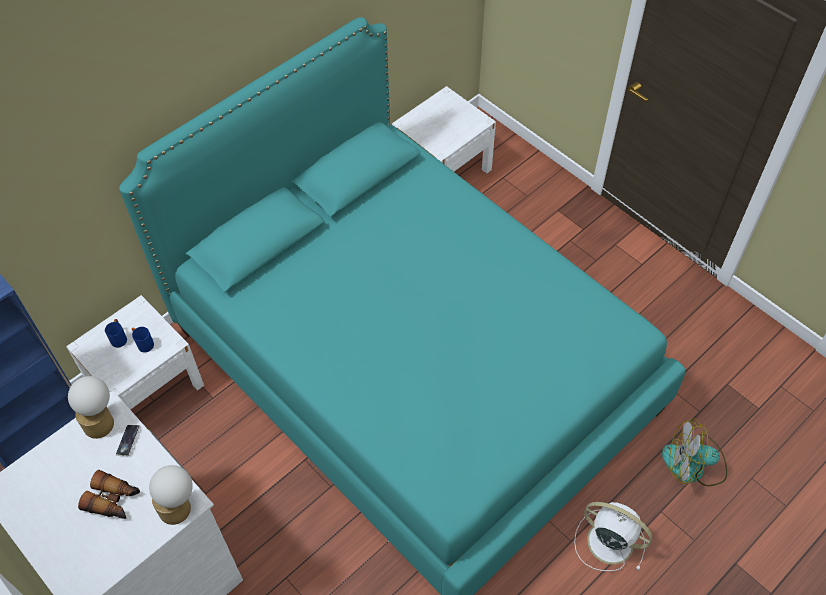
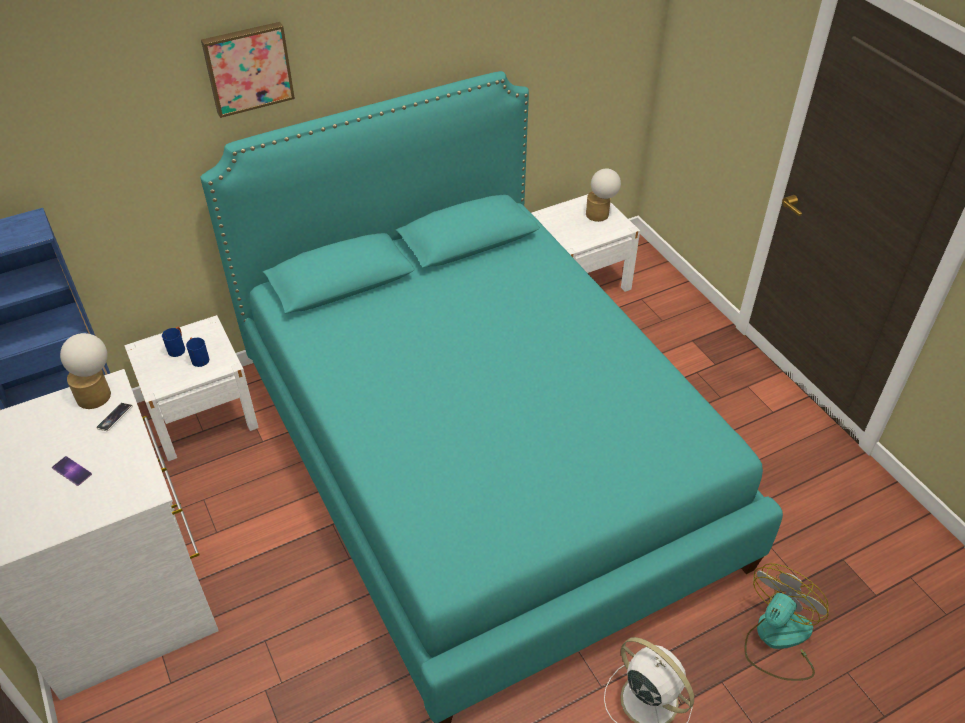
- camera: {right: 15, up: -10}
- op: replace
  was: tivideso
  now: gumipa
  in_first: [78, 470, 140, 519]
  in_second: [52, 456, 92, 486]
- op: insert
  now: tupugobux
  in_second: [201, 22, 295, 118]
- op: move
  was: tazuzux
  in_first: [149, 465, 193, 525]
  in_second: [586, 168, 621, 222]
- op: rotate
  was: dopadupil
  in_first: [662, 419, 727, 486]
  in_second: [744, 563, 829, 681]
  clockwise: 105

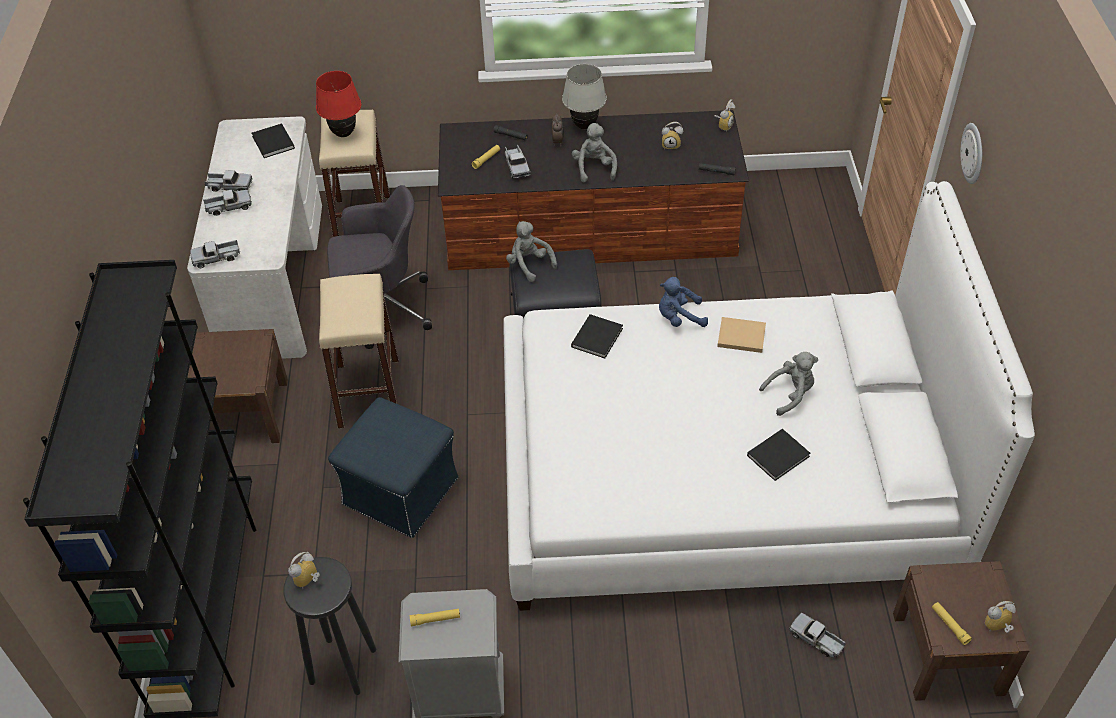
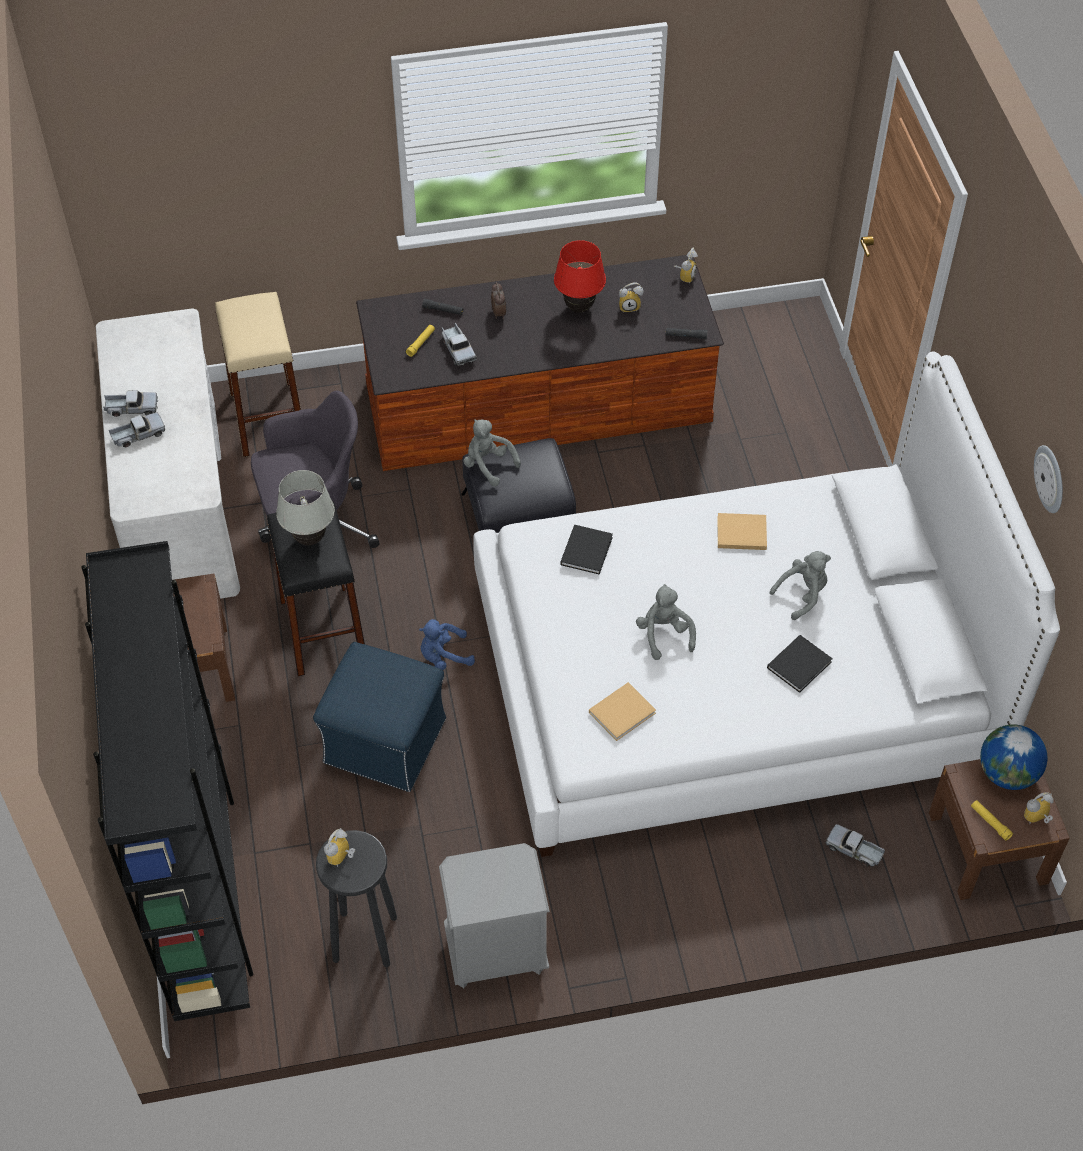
- camera: {right: -10, up: 5}
- op: recolor
  was: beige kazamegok
  now: black kazamegok
  in_first: [319, 274, 399, 428]
  in_second: [267, 501, 365, 676]
- op: move
  was: white tazuzux
  in_first: [562, 64, 607, 130]
  in_second: [276, 470, 335, 546]
- op: move
  was: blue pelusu
  in_first: [659, 277, 708, 327]
  in_second: [419, 619, 475, 670]
- op: move
  was: red tazuzux
  in_first: [316, 71, 361, 137]
  in_second: [554, 240, 606, 313]
- op: insert
  now: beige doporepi
  in_second: [589, 682, 656, 741]
- op: move
  was: grey pelusu
  in_first: [572, 123, 617, 182]
  in_second: [636, 584, 696, 660]
- op: insert
  now: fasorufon
  in_second: [980, 724, 1047, 790]
- op: move
  was: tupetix
  in_first: [960, 123, 982, 184]
  in_second: [1034, 445, 1063, 513]
- op: delete
  was: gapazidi
  in_first: [190, 240, 240, 268]
- op: delete
  was: black doporepi
  in_first: [252, 124, 295, 158]
- op: delete
  was: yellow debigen
  in_first: [410, 609, 460, 626]

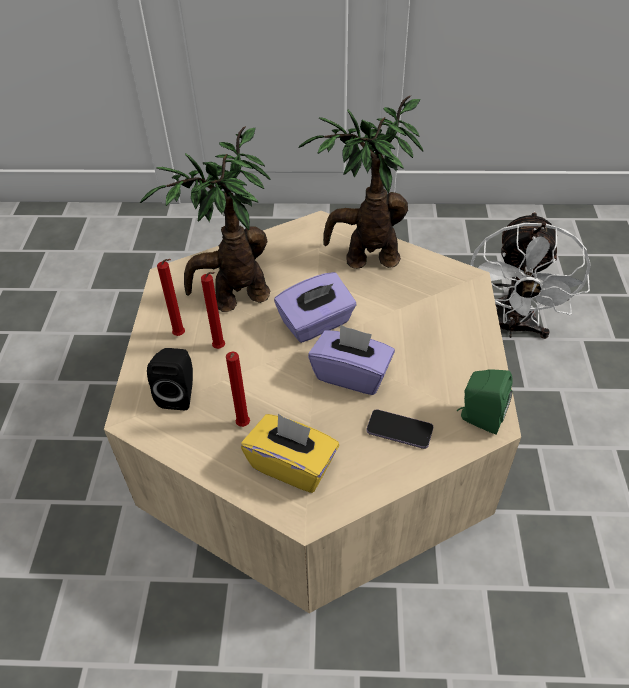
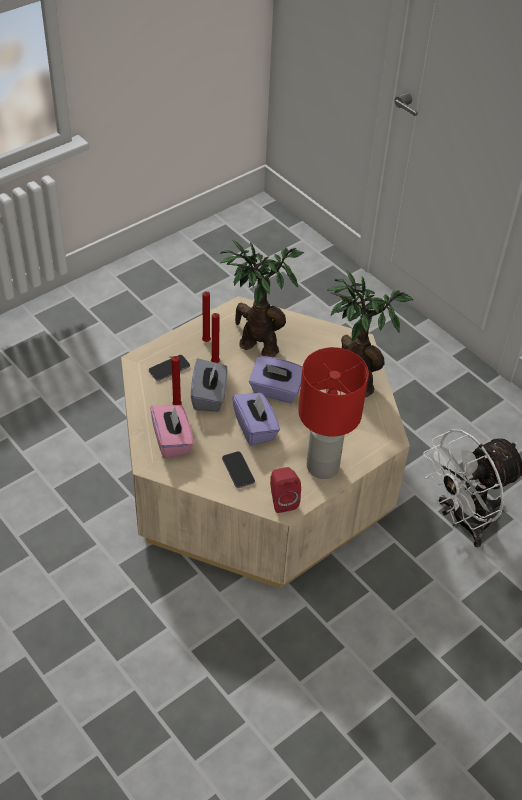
- camera: {right: 45, up: 0}
- op: replace
  was: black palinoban
  now: gumipa
  in_first: [147, 348, 193, 410]
  in_second: [149, 355, 190, 381]
- op: recolor
  was: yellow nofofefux
  now: pink nofofefux
  in_first: [241, 413, 339, 493]
  in_second: [150, 404, 194, 458]
- op: insert
  now: grey nofofefux
  in_second: [191, 359, 228, 412]
- op: recolor
  was: green palinoban
  now: red palinoban
  in_first: [457, 369, 513, 435]
  in_second: [270, 467, 301, 513]
- op: insert
  now: red tazuzux
  in_second: [298, 347, 369, 479]

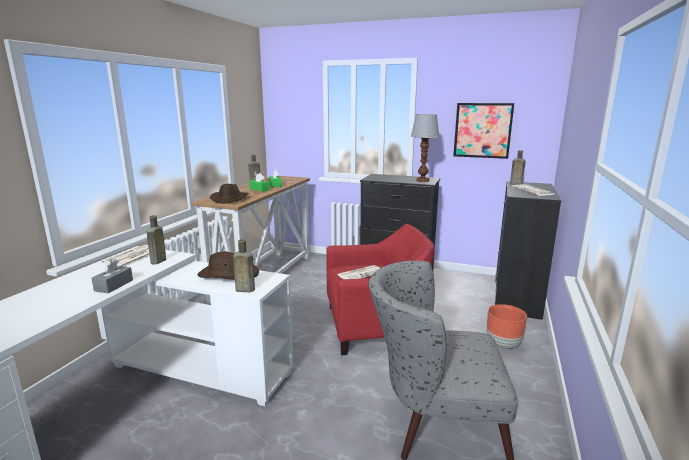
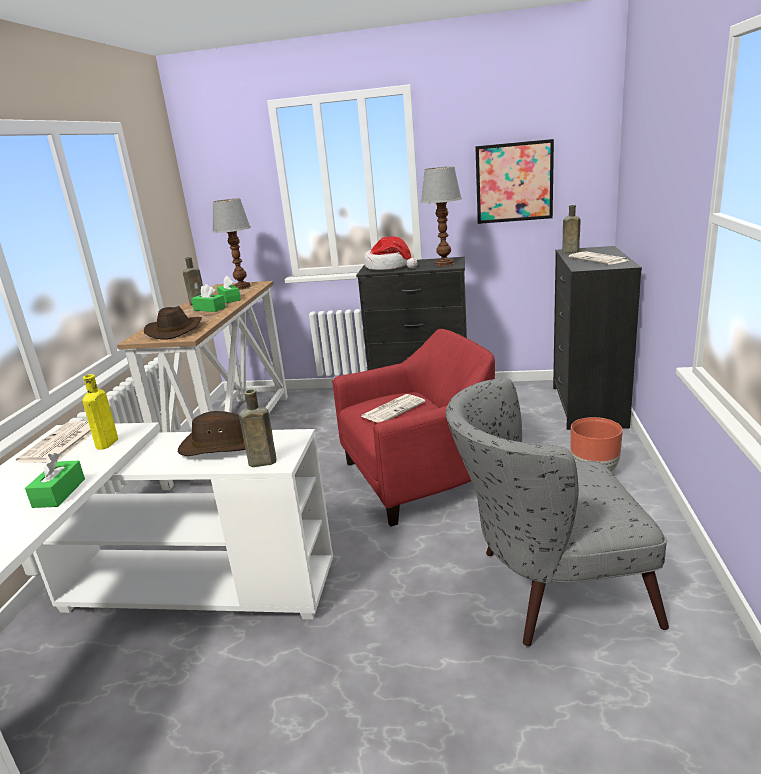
- camera: {right: -10, up: 5}
- op: recolor
  was: grey nofofefux
  now: green nofofefux
  in_first: [91, 259, 133, 293]
  in_second: [25, 453, 85, 508]
- op: recolor
  was: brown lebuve
  now: yellow lebuve
  in_first: [146, 215, 166, 264]
  in_second: [82, 374, 118, 450]
- op: insert
  now: tazuzux
  in_second: [213, 199, 251, 289]
- op: insert
  now: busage
  in_second: [364, 236, 418, 270]

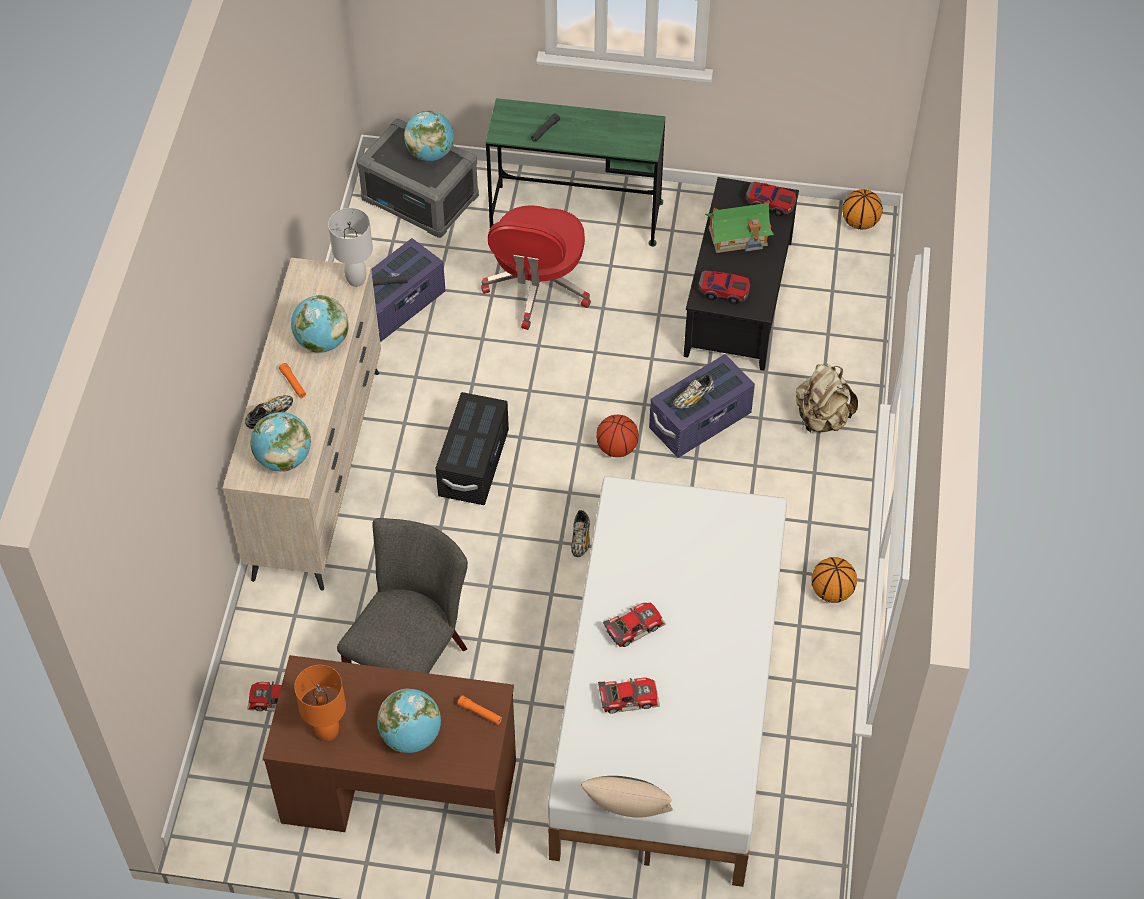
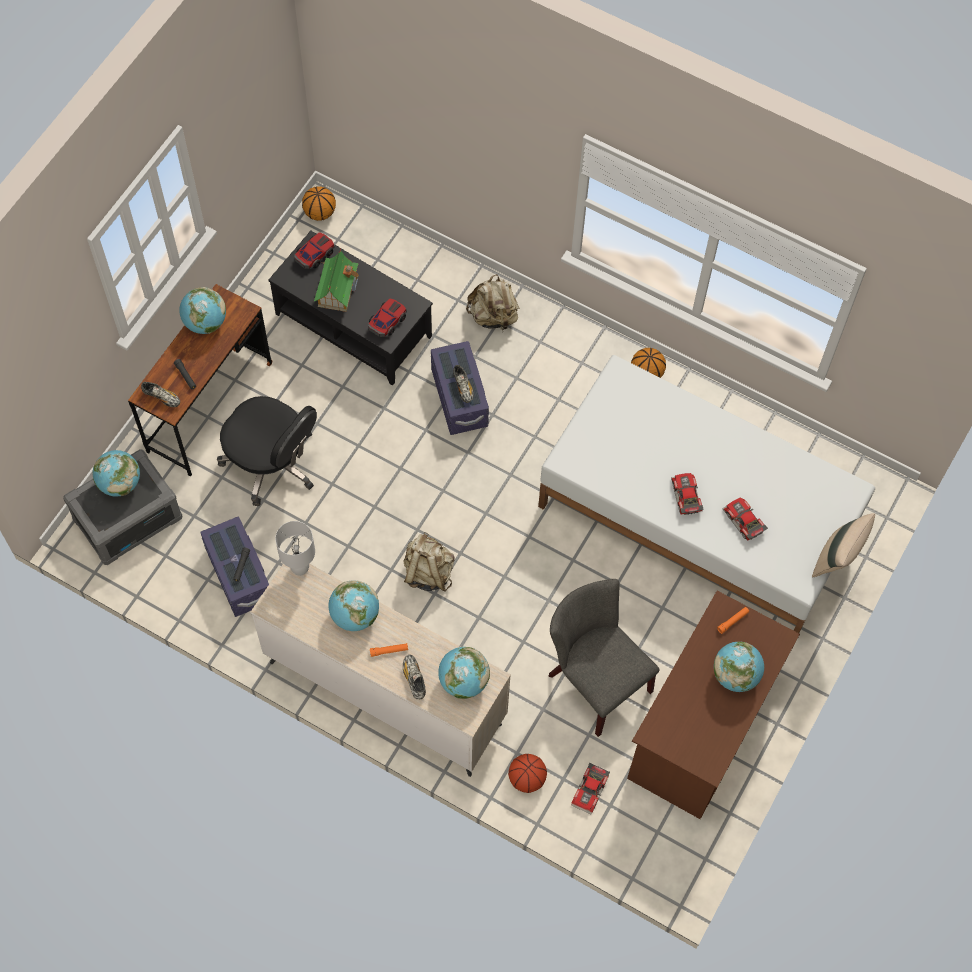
- camera: {right: -70, up: 10}
- op: recolor
  was: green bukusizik
  now: brown bukusizik
  in_first: [486, 98, 666, 247]
  in_second: [128, 284, 273, 477]
- op: move
  was: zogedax
  in_first: [571, 510, 590, 557]
  in_second: [141, 382, 180, 407]
- op: insert
  now: fasorufon
  in_second: [179, 287, 226, 334]
- op: recolor
  was: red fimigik
  now: black fimigik
  in_first: [481, 205, 591, 330]
  in_second: [217, 396, 317, 506]
- op: replace
  was: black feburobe
  now: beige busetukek
  in_first: [436, 392, 509, 505]
  in_second: [403, 532, 455, 592]
- op: move
  was: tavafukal
  in_first: [596, 415, 639, 457]
  in_second: [508, 754, 547, 793]
- op: rotate
  was: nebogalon
  in_first: [598, 678, 660, 714]
  in_second: [722, 498, 768, 541]
  clockwise: -45
- op: delete
  was: orange tazuzux
  in_first: [294, 665, 346, 741]

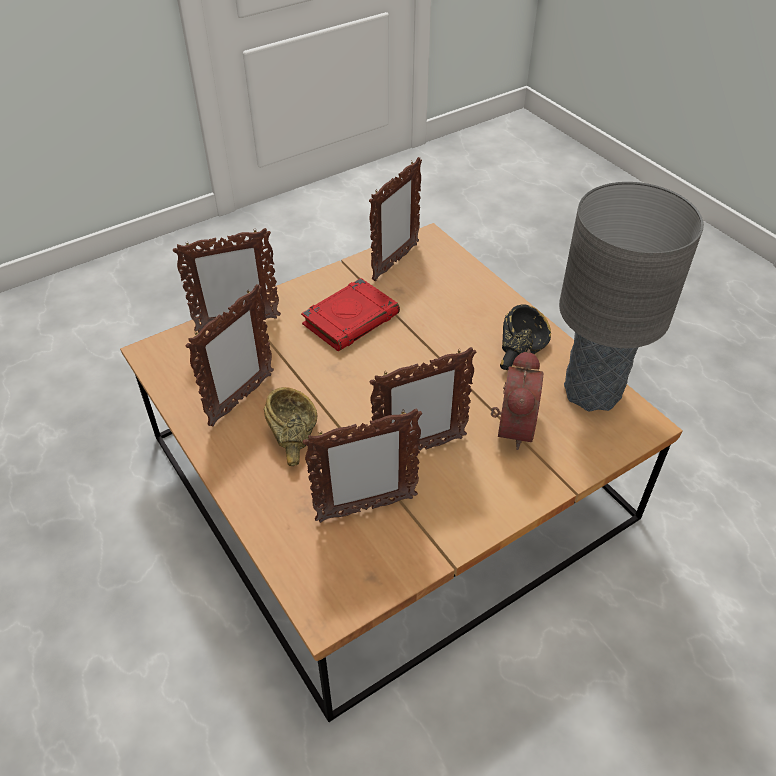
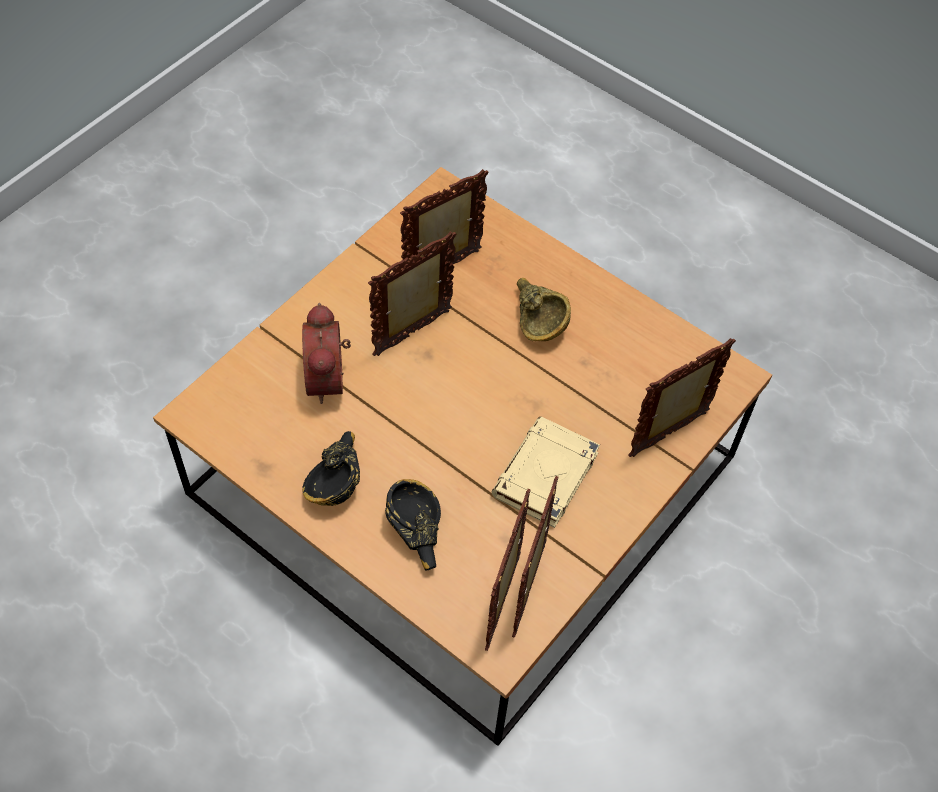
- camera: {right: 160, up: 10}
- op: insert
  now: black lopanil
  in_second: [385, 479, 441, 571]
- op: move
  was: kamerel
  in_first: [185, 284, 274, 427]
  in_second: [485, 489, 531, 651]
- op: recolor
  was: red doporepi
  now: beige doporepi
  in_first: [301, 278, 400, 351]
  in_second: [492, 417, 600, 528]
- op: delete
  was: grey tazuzux
  in_first: [559, 182, 704, 411]

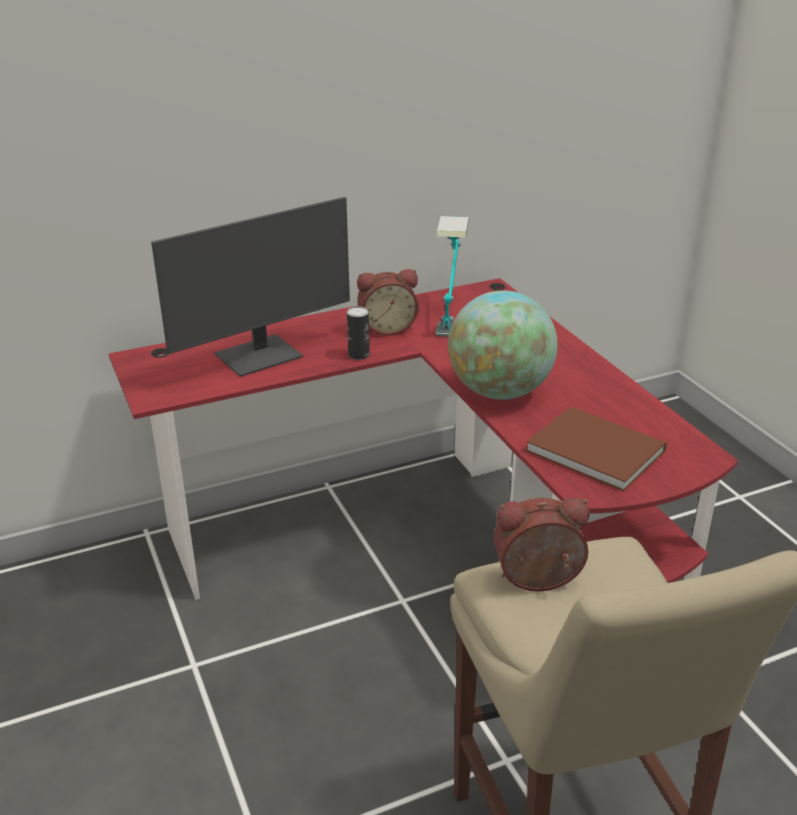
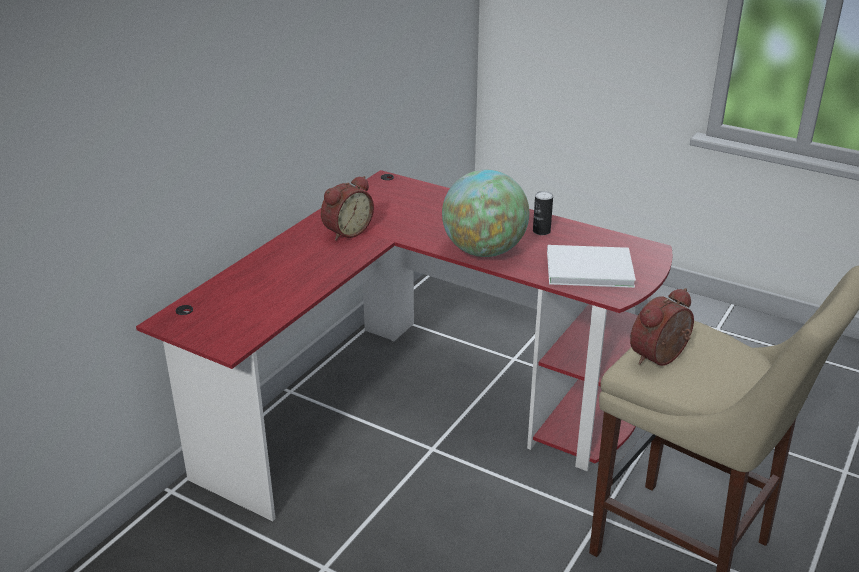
- camera: {right: -35, up: 0}
- op: move
  was: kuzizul
  in_first: [347, 306, 370, 360]
  in_second: [533, 191, 553, 235]
- op: recolor
  was: brown doporepi
  now: white doporepi
  in_first: [526, 407, 667, 491]
  in_second: [547, 245, 636, 288]
- op: delete
  was: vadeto
  in_first: [151, 197, 350, 377]
- op: delete
  was: tazuzux
  in_first: [436, 216, 469, 336]

